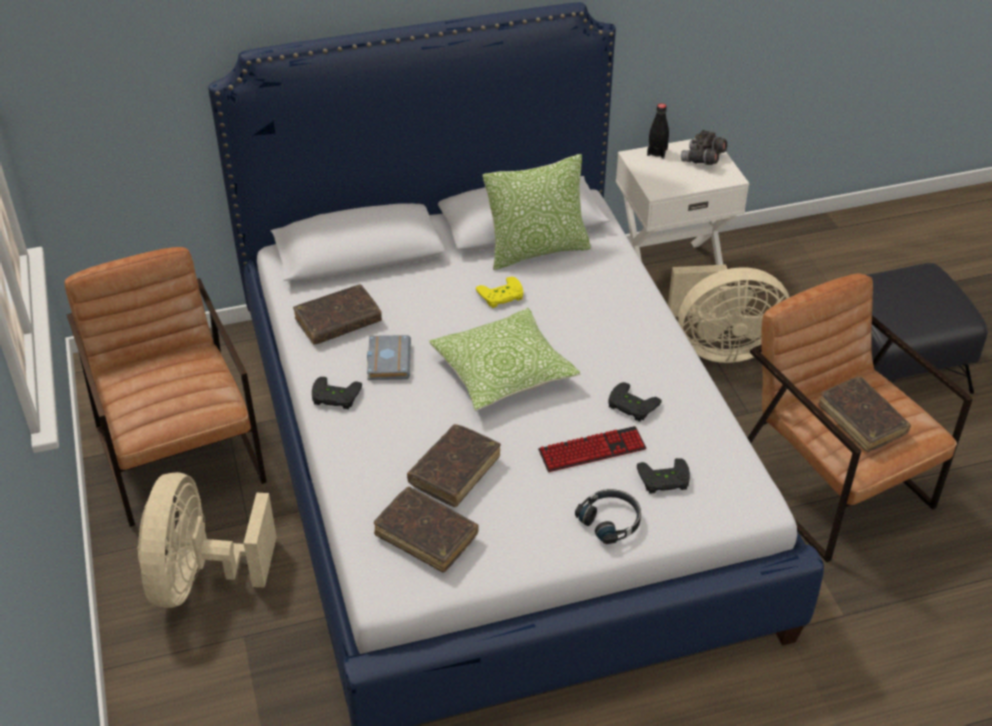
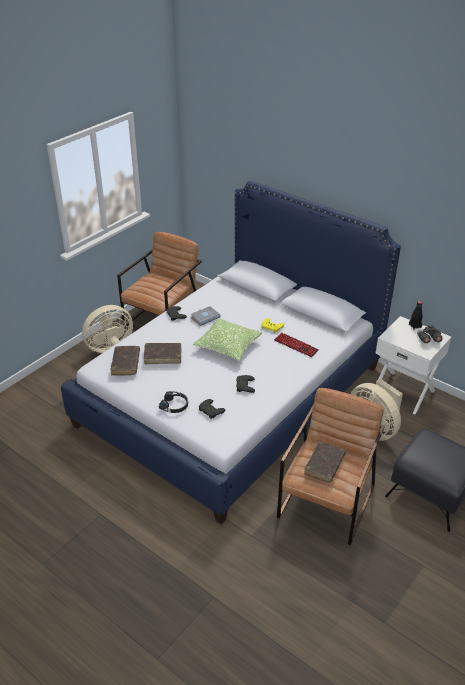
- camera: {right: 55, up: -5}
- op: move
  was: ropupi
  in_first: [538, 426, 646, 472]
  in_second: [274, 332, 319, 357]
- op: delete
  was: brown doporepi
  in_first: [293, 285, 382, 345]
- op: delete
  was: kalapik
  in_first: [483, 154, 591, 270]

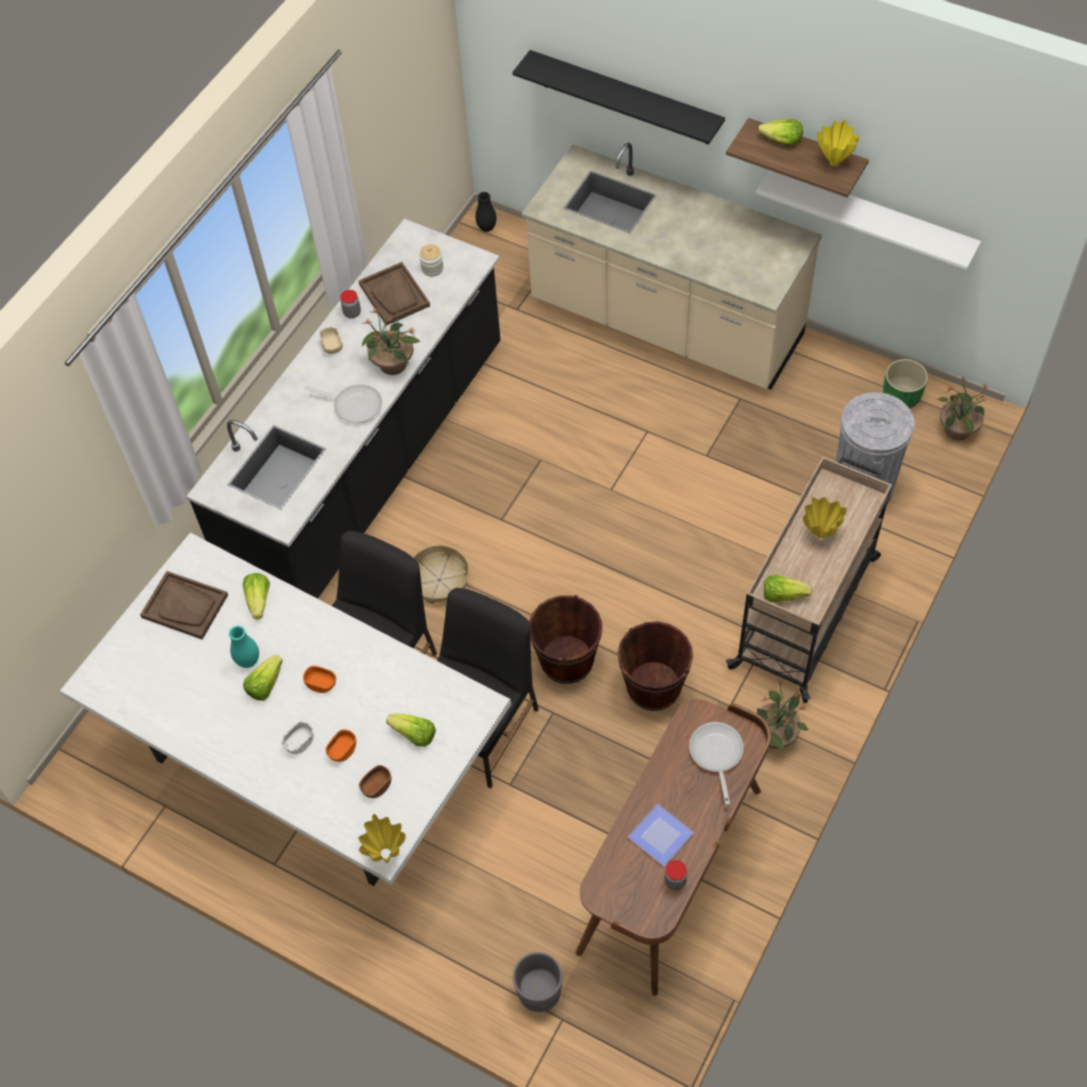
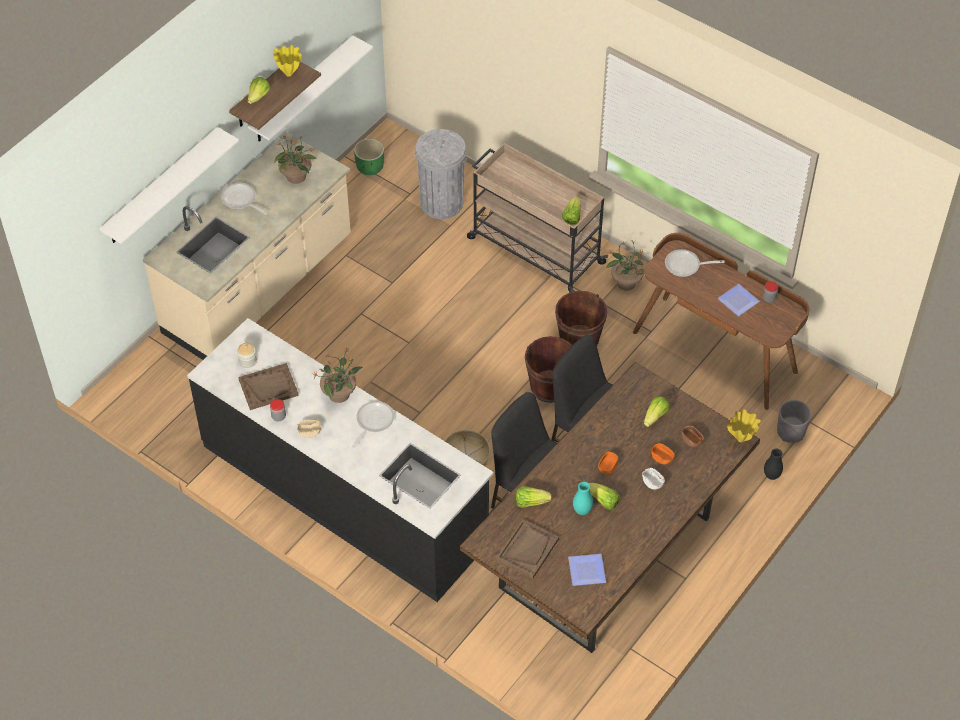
- camera: {right: -85, up: -5}
- op: recolor
  was: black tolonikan
  now: white tolonikan
  in_first: [513, 50, 725, 144]
  in_second: [99, 127, 239, 244]
- op: insert
  now: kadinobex
  in_second: [221, 183, 267, 215]
- op: move
  was: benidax
  in_first: [938, 377, 988, 441]
  in_second: [274, 134, 316, 184]
- op: recolor
  was: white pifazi
  now: brown pifazi
  in_first: [60, 533, 511, 886]
  in_second: [460, 362, 760, 653]
- op: insert
  now: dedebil
  in_second: [568, 554, 606, 586]
- op: move
  was: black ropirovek
  in_first: [475, 192, 496, 232]
  in_second: [764, 449, 783, 480]
- op: delete
  was: yellow ropirovek
  in_first: [803, 497, 847, 538]

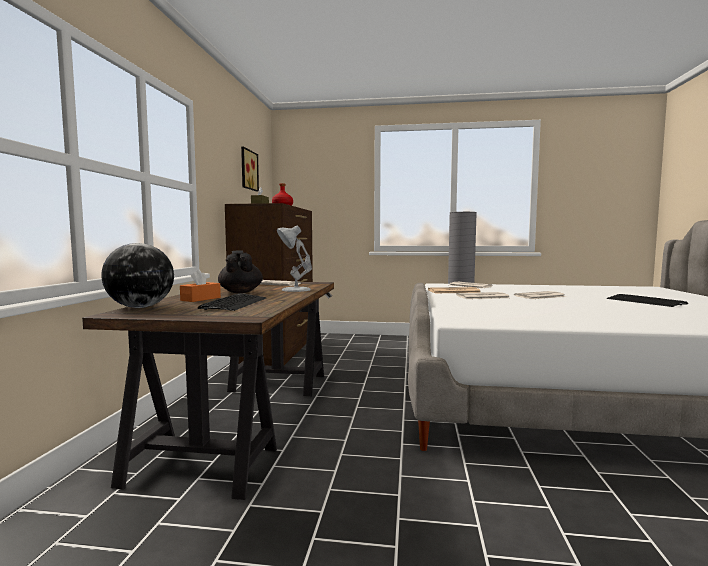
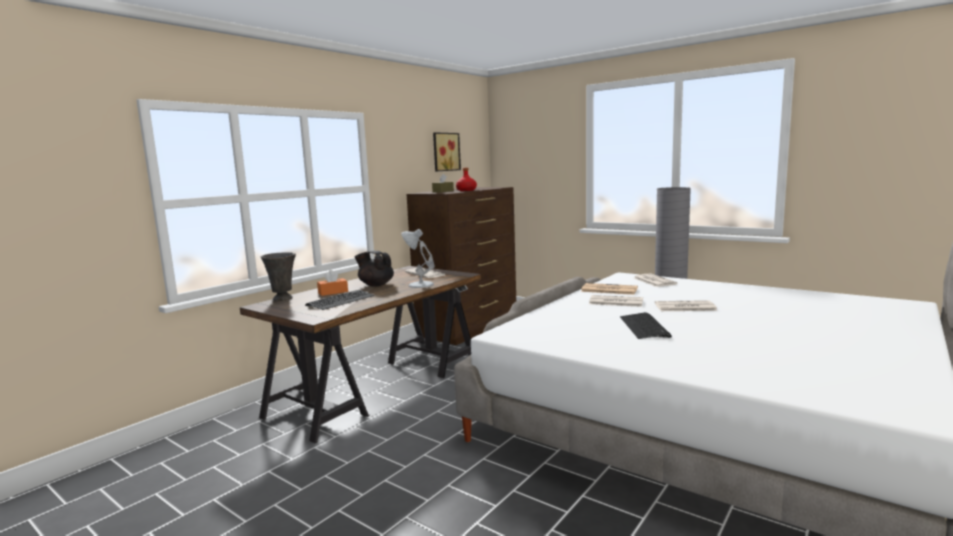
- camera: {right: 30, up: 5}
- op: replace
  was: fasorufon
  now: grey ropirovek
  in_first: [101, 243, 174, 308]
  in_second: [261, 252, 296, 301]
- op: rotate
  was: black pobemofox
  in_first: [218, 250, 263, 293]
  in_second: [354, 250, 394, 287]
  clockwise: -75
- op: move
  was: ropupi
  in_first: [607, 294, 688, 307]
  in_second: [620, 312, 672, 339]

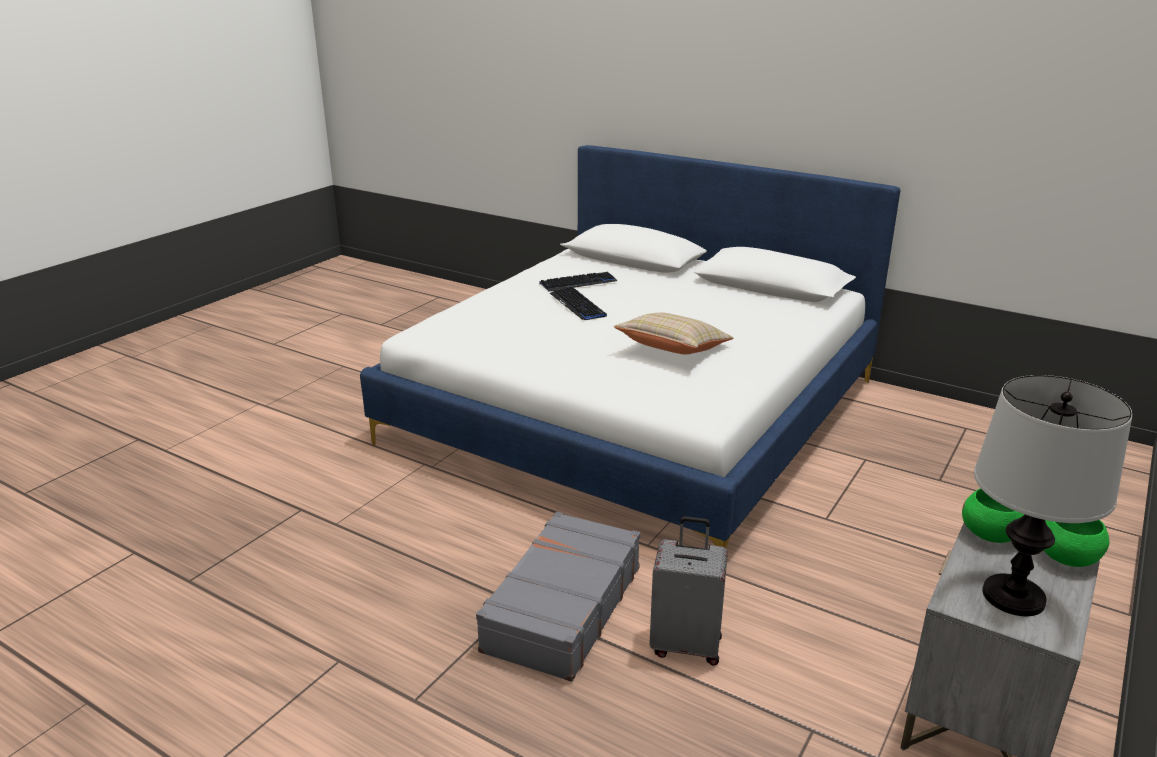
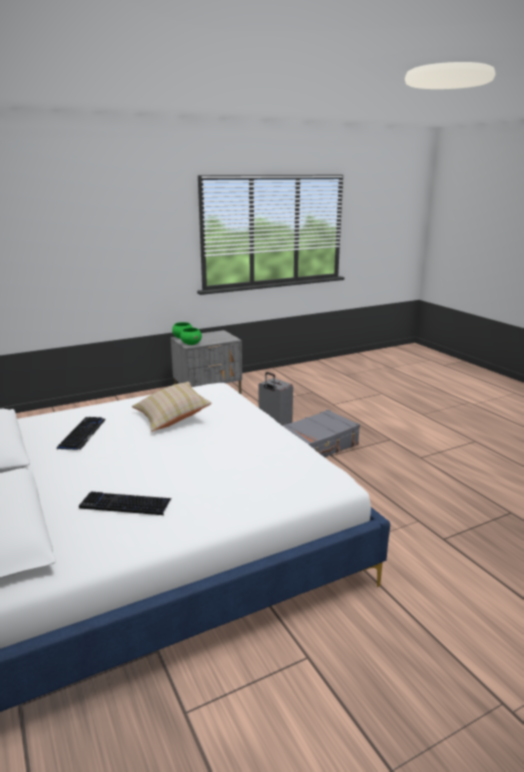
- camera: {right: -150, up: -5}
- op: move
  was: ropupi
  in_first: [550, 287, 607, 320]
  in_second: [57, 417, 106, 450]
- op: delete
  was: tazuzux
  in_first: [974, 375, 1132, 616]

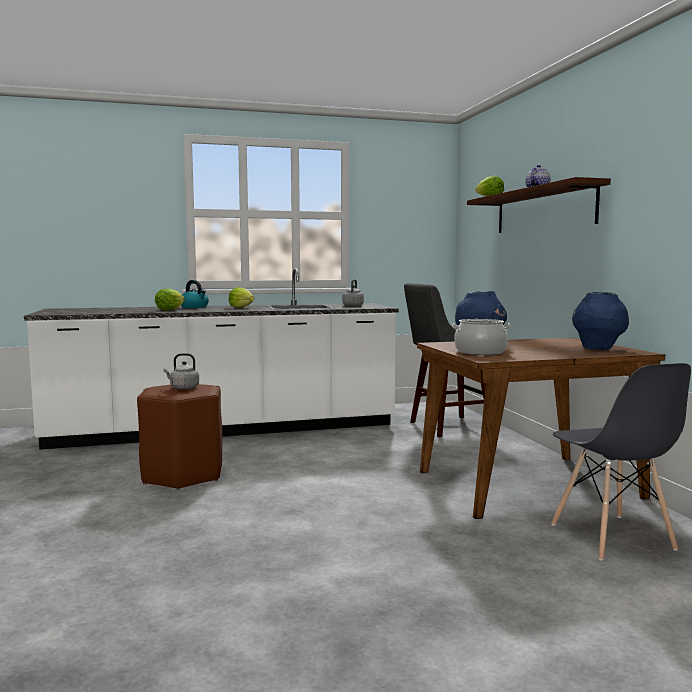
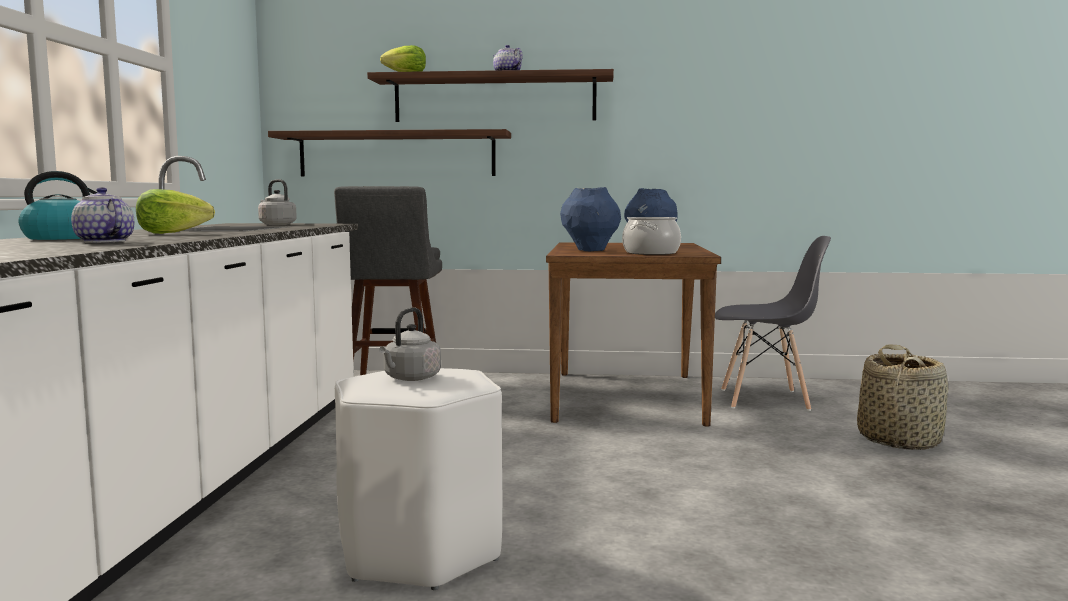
- camera: {right: -70, up: 0}
- op: replace
  was: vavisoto
  now: pobemofox
  in_first: [155, 289, 185, 311]
  in_second: [71, 187, 134, 243]
- op: insert
  now: tolonikan
  in_second: [268, 129, 511, 176]
- op: recolor
  was: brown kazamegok
  now: white kazamegok
  in_first: [137, 384, 222, 490]
  in_second: [335, 368, 502, 590]
- op: insert
  now: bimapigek
  in_second: [857, 345, 949, 450]

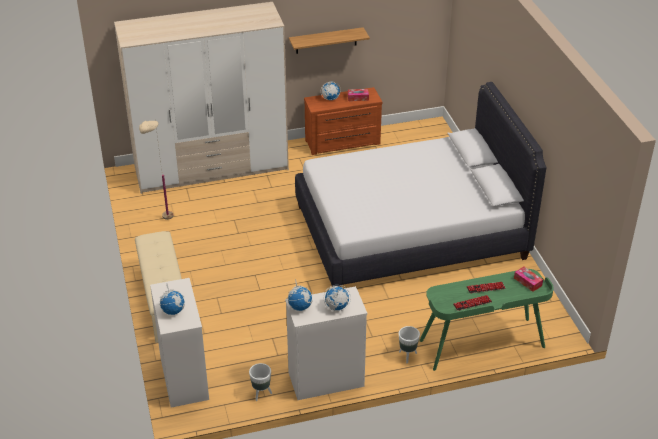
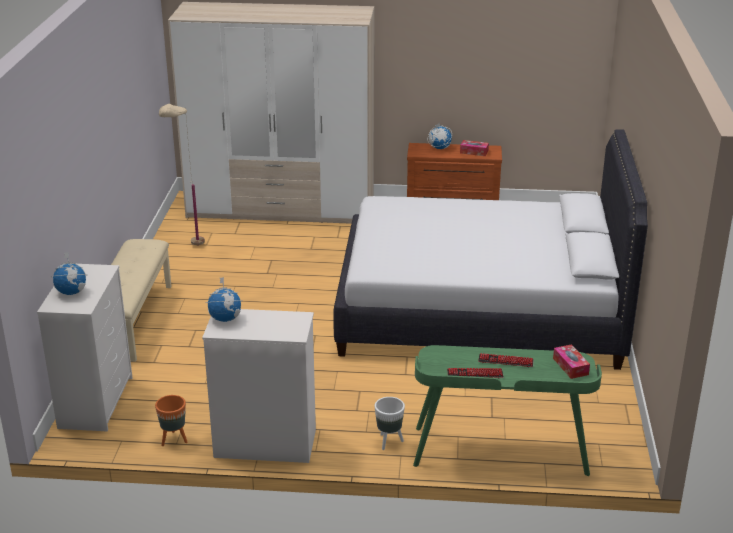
- camera: {right: 20, up: -10}
- op: recolor
  was: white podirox
  now: orange podirox
  in_first: [249, 363, 272, 401]
  in_second: [155, 395, 188, 446]
- op: delete
  was: tolonikan
  in_first: [289, 27, 370, 54]
- op: delete
  was: fasorufon
  in_first: [324, 285, 351, 311]

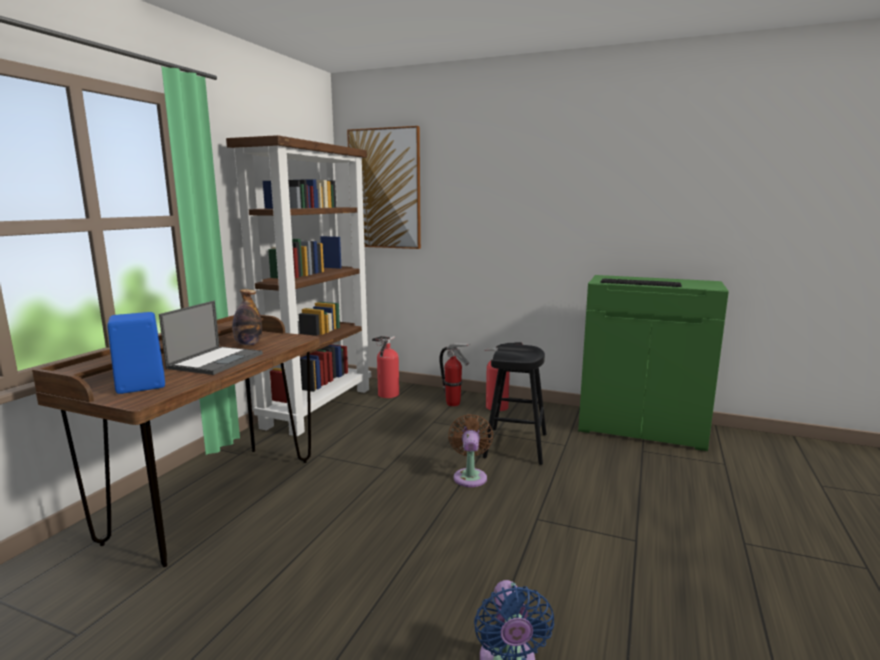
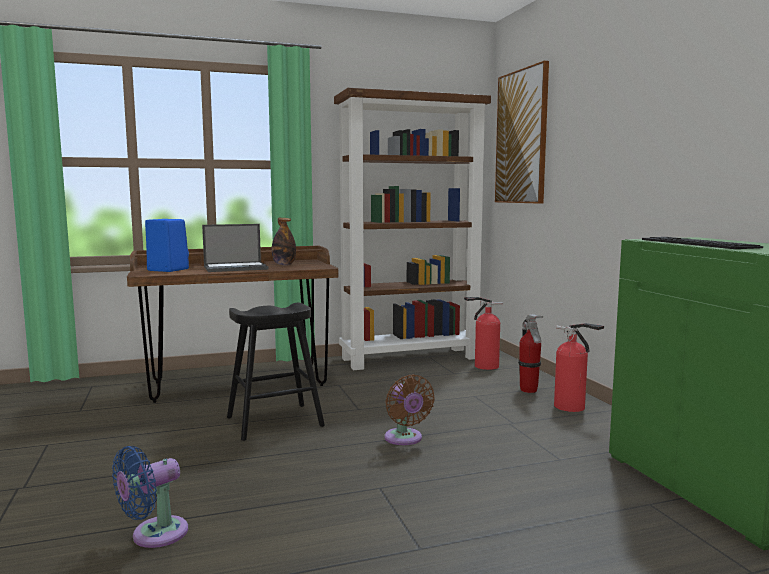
- camera: {right: 50, up: -5}
- op: move
  was: black kazamegok
  in_first: [483, 344, 547, 465]
  in_second: [227, 303, 325, 441]
- op: rotate
  was: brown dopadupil
  in_first: [448, 414, 493, 487]
  in_second: [385, 374, 435, 445]
  clockwise: 105

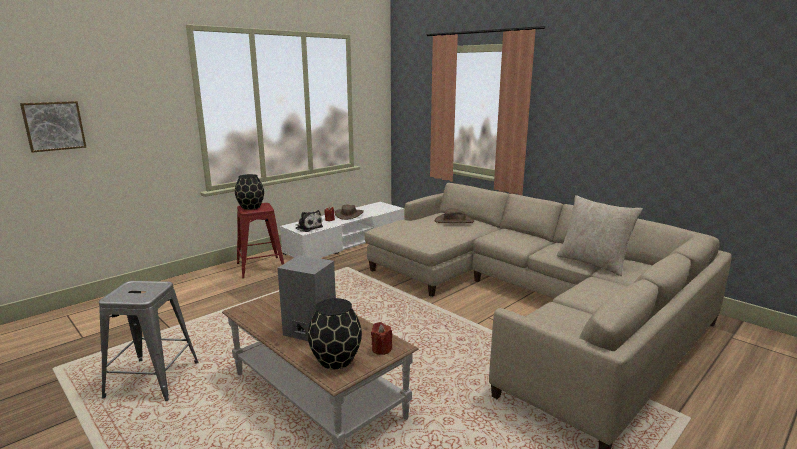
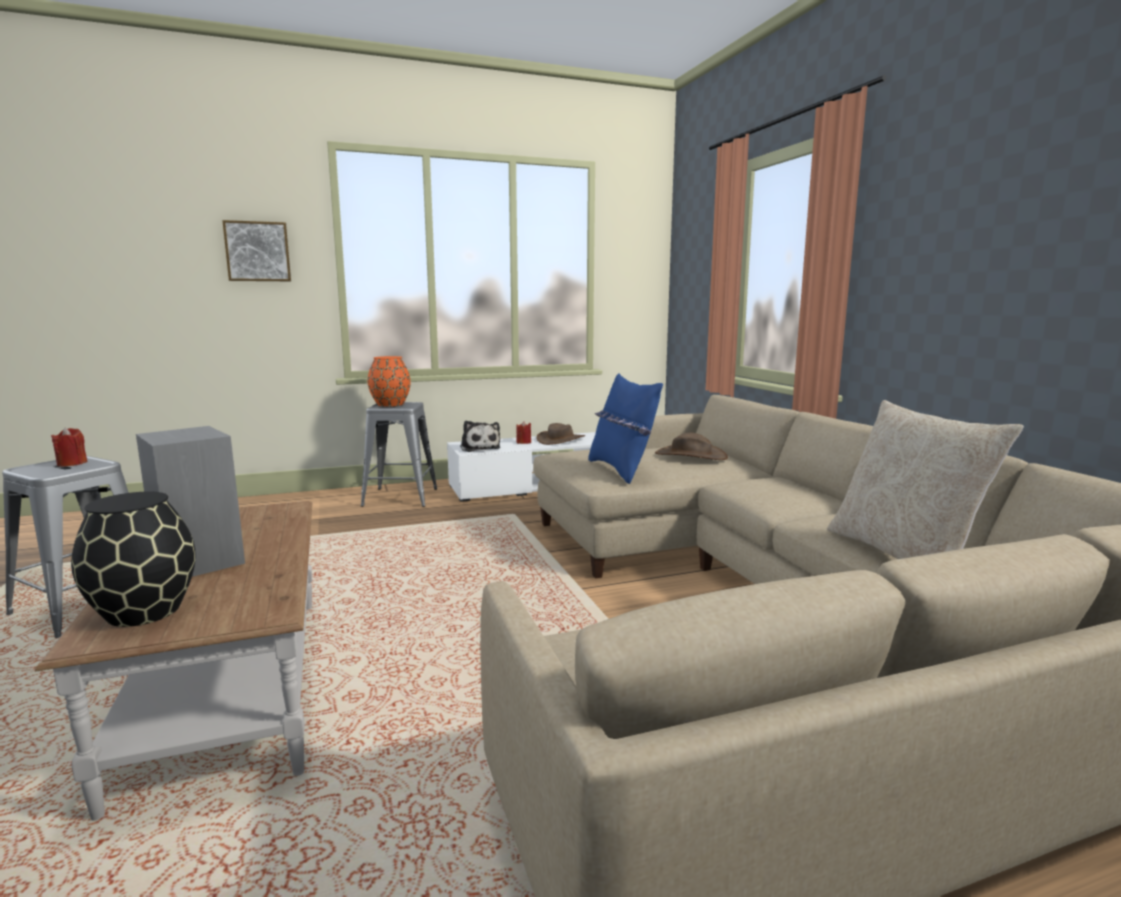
- camera: {right: 25, up: -5}
- op: move
  was: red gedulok
  in_first: [371, 322, 392, 355]
  in_second: [51, 427, 87, 467]
- op: move
  was: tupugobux
  in_first: [20, 101, 86, 153]
  in_second: [222, 220, 291, 281]
- op: recolor
  was: red kazamegok
  now: grey kazamegok
  in_first: [237, 203, 284, 278]
  in_second: [361, 402, 437, 507]
- op: recolor
  was: black ropirovek
  now: orange ropirovek
  in_first: [235, 174, 264, 210]
  in_second: [368, 356, 411, 407]
- op: insert
  now: blue kalapik
  in_second: [588, 373, 663, 484]

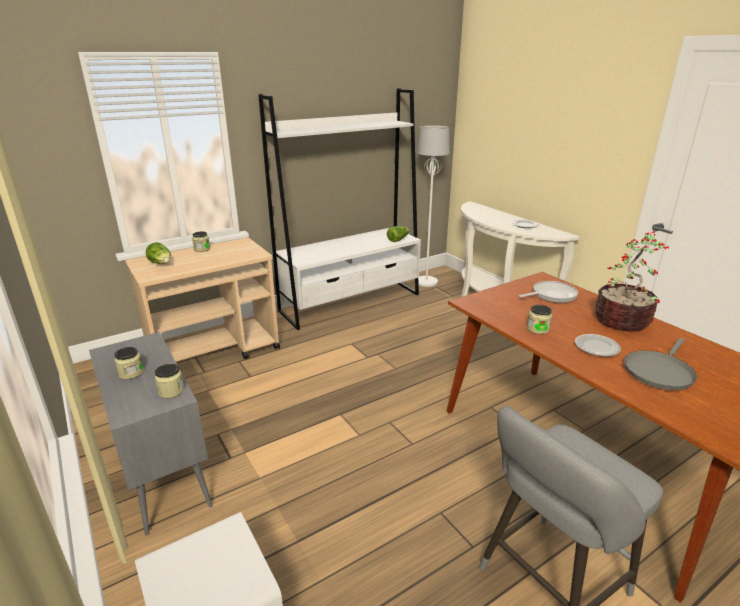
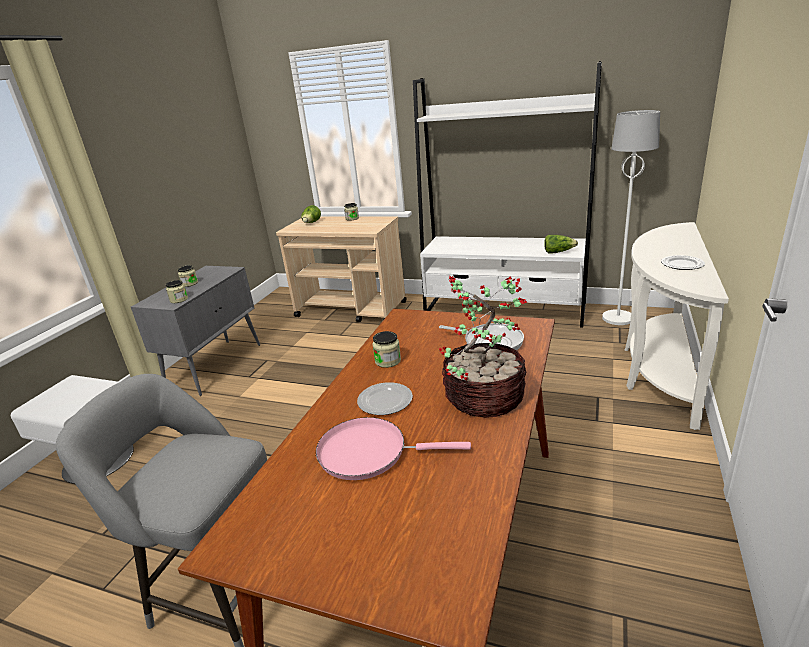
- camera: {right: 55, up: 0}
- op: recolor
  was: grey kadinobex
  now: pink kadinobex
  in_first: [624, 338, 697, 390]
  in_second: [316, 417, 471, 480]

